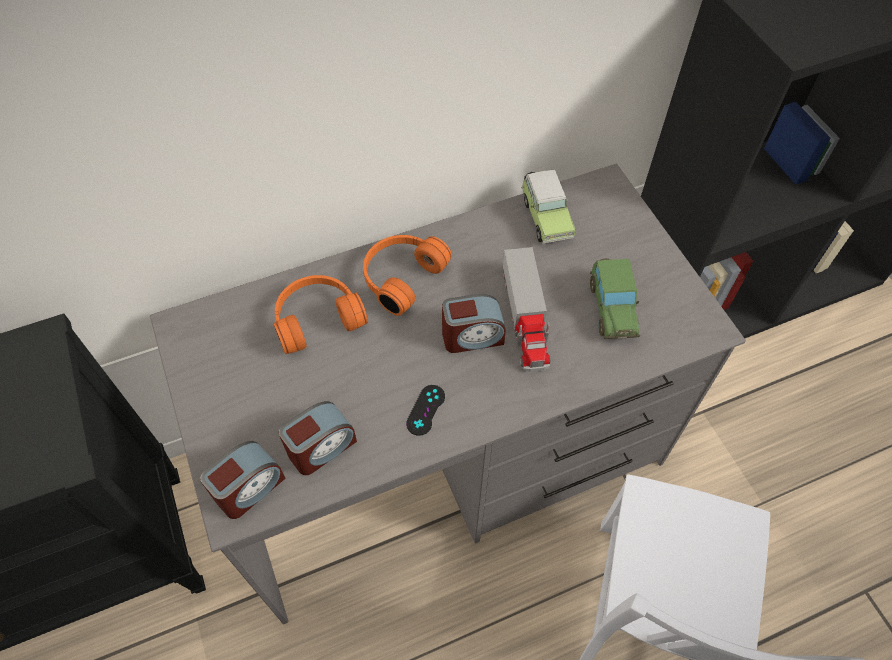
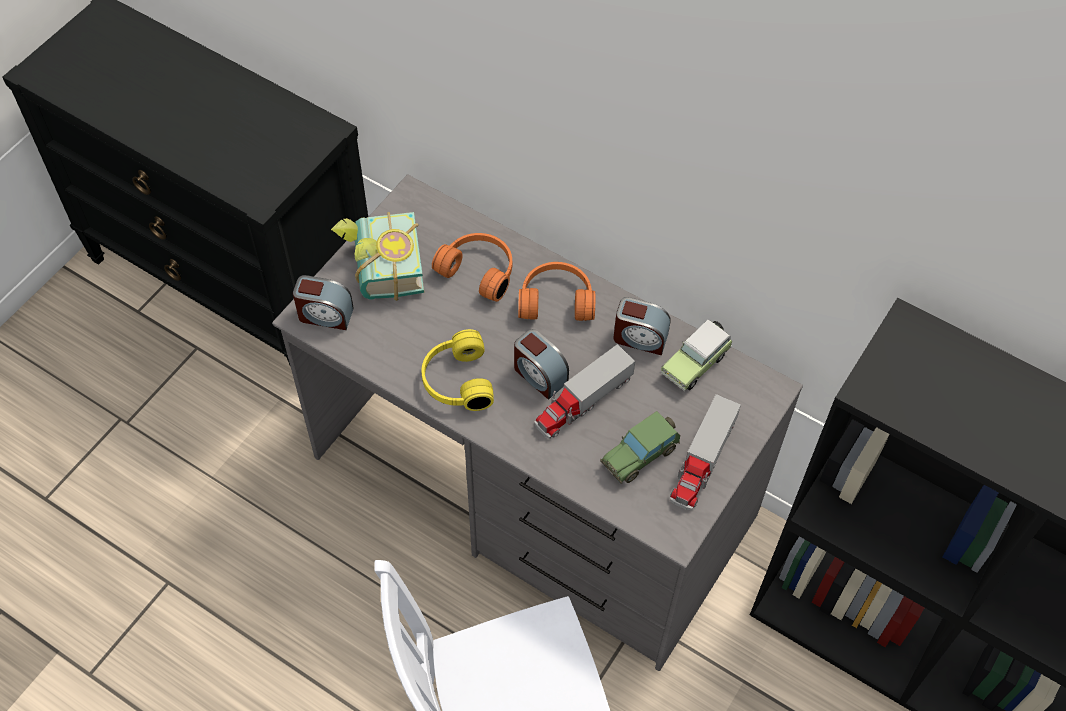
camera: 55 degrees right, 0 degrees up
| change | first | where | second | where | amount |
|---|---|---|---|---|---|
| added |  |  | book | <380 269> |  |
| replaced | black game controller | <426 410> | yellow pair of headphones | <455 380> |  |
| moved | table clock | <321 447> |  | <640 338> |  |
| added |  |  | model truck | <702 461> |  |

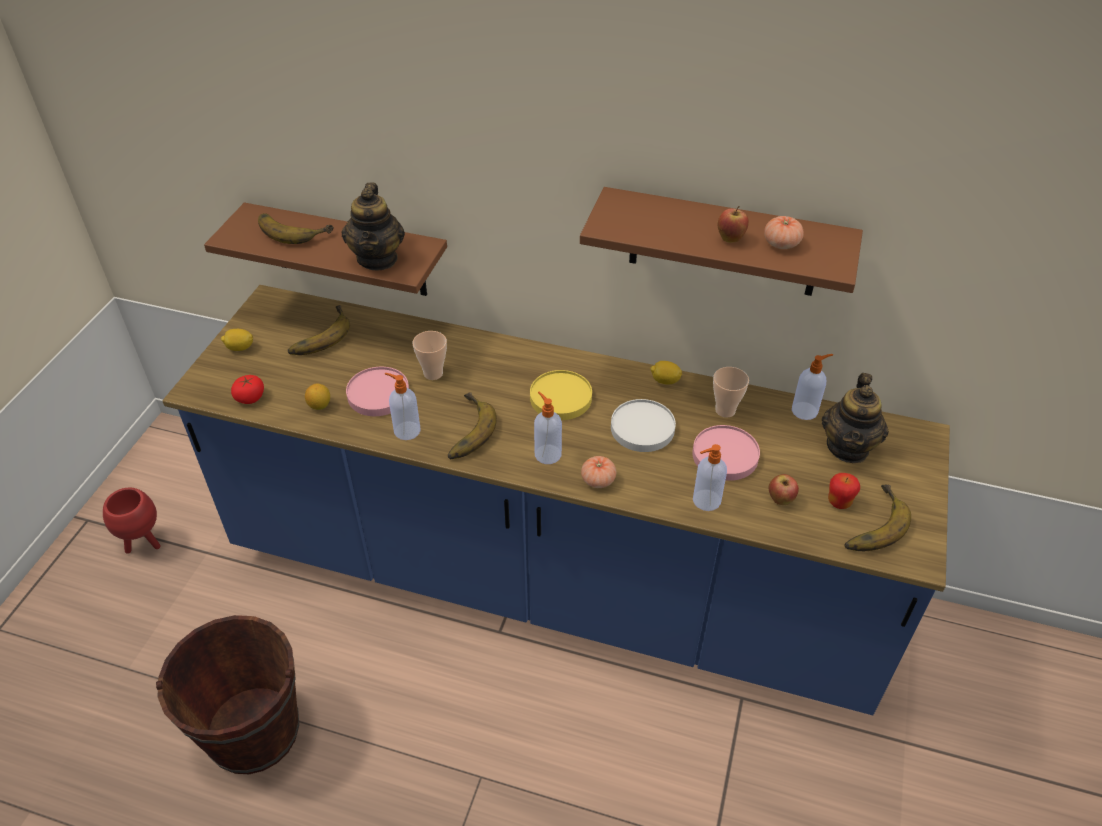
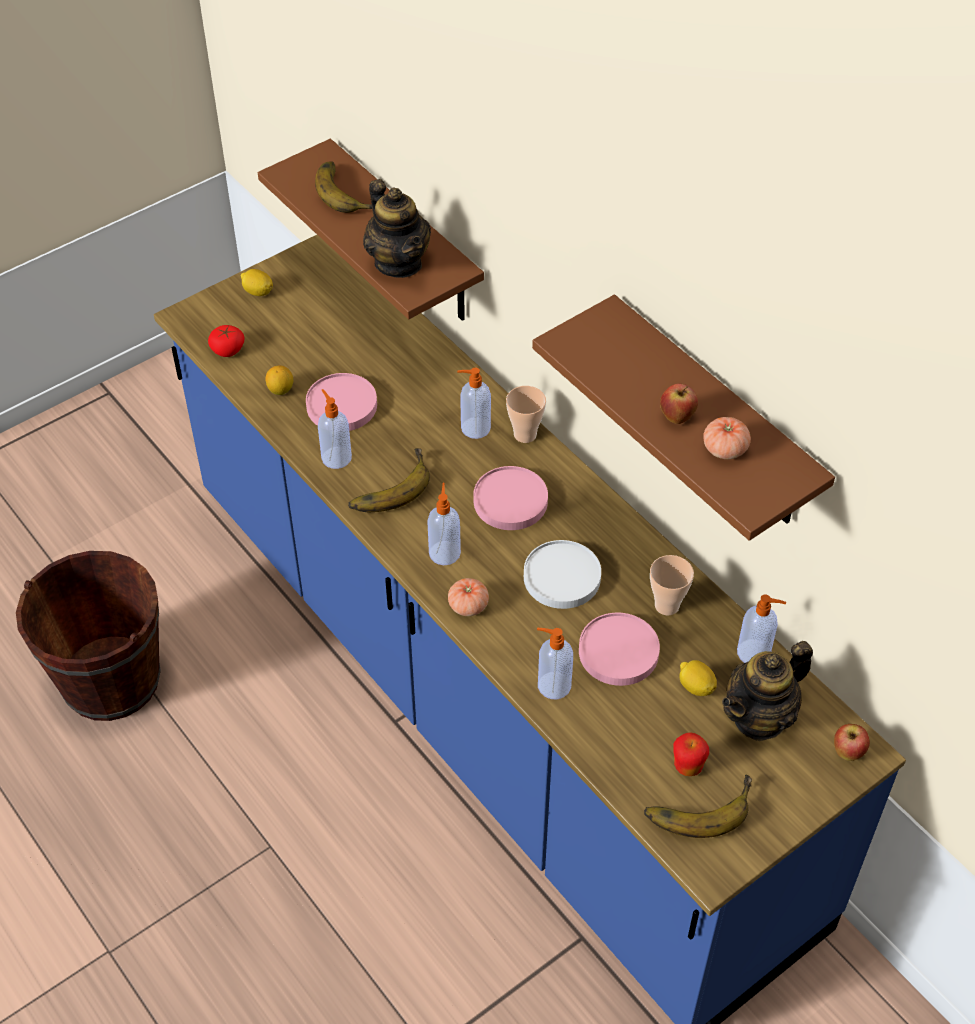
camera: 35 degrees right, 5 degrees up
| change | first | where | second | where | amount |
|---|---|---|---|---|---|
| turned | teapot | <378 258> |  | <398 263> | 60 degrees counterclockwise |
| added |  |  | soap bottle | <474 428> |  |
| recoloured | yellow flat dish | <560 397> | pinkish flat dish | <510 501> |  |
| moved | drinking cup | <433 373> |  | <525 434> |  |
| moved | citrus fruit | <665 381> |  | <696 687> |  |
| moved | apple fruit | <780 500> |  | <847 753> |  |
| removed | red-coloured flower pot | <144 543> |  |  |  |
| removed | banana | <318 335> |  |  |  |

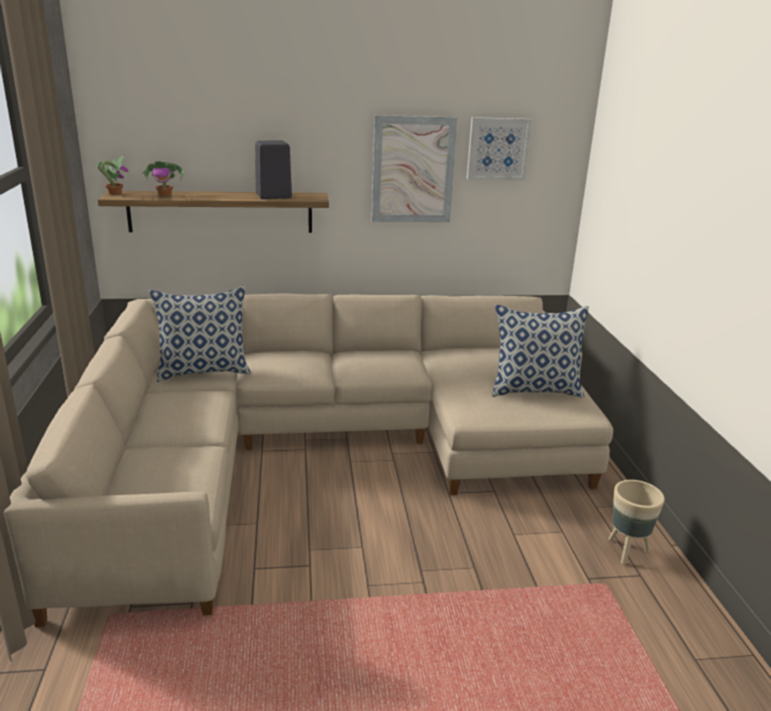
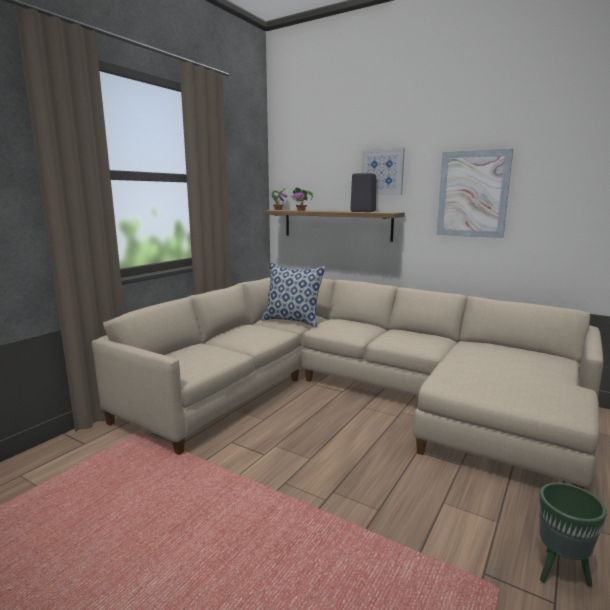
camera: 40 degrees right, 10 degrees down
| change | first | where | second | where | amount |
|---|---|---|---|---|---|
| moved | wall art | <498 149> |  | <382 172> |  |
| recoloured | sand-coloured flower pot | <627 551> | greenish flower pot | <560 573> |  |
| removed | cushion | <535 390> |  |  |  |

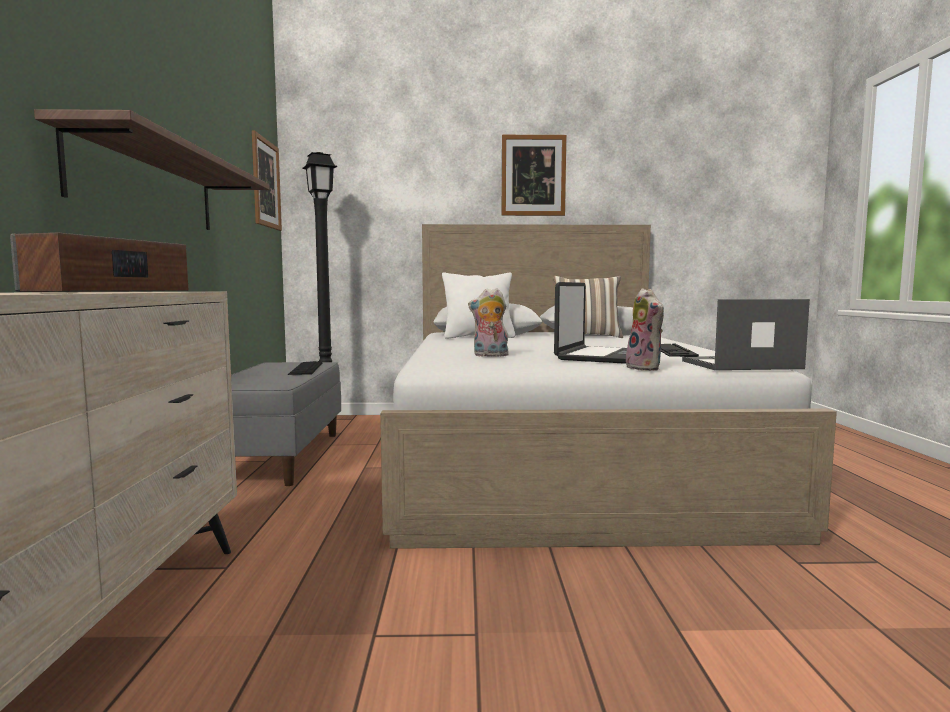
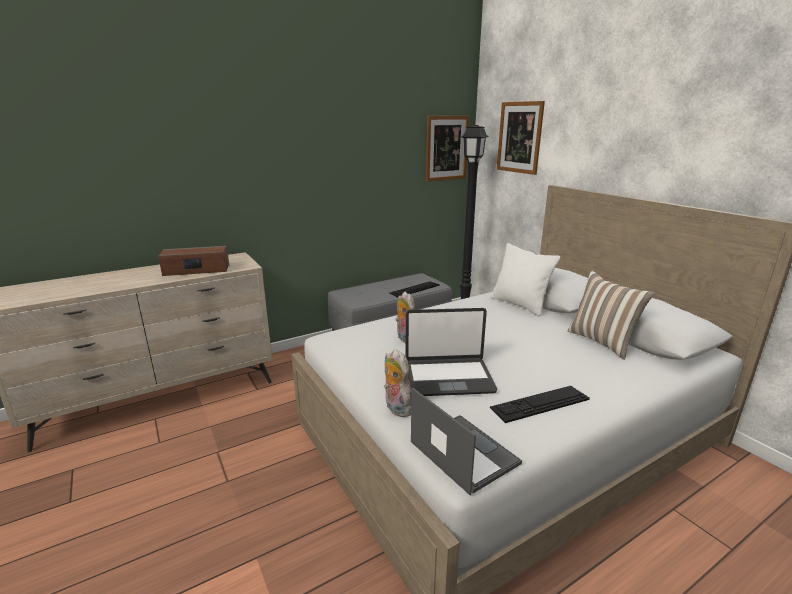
camera: 60 degrees right, 15 degrees up
| change | first | where | second | where | amount |
|---|---|---|---|---|---|
| turned | soft toy | <646 368> |  | <396 408> | 105 degrees clockwise |
| moved | wall art | <533 175> |  | <519 137> |  |
| removed | wall shelf | <149 186> |  |  |  |

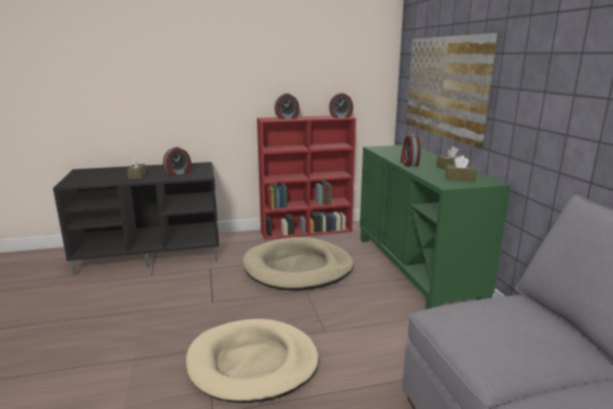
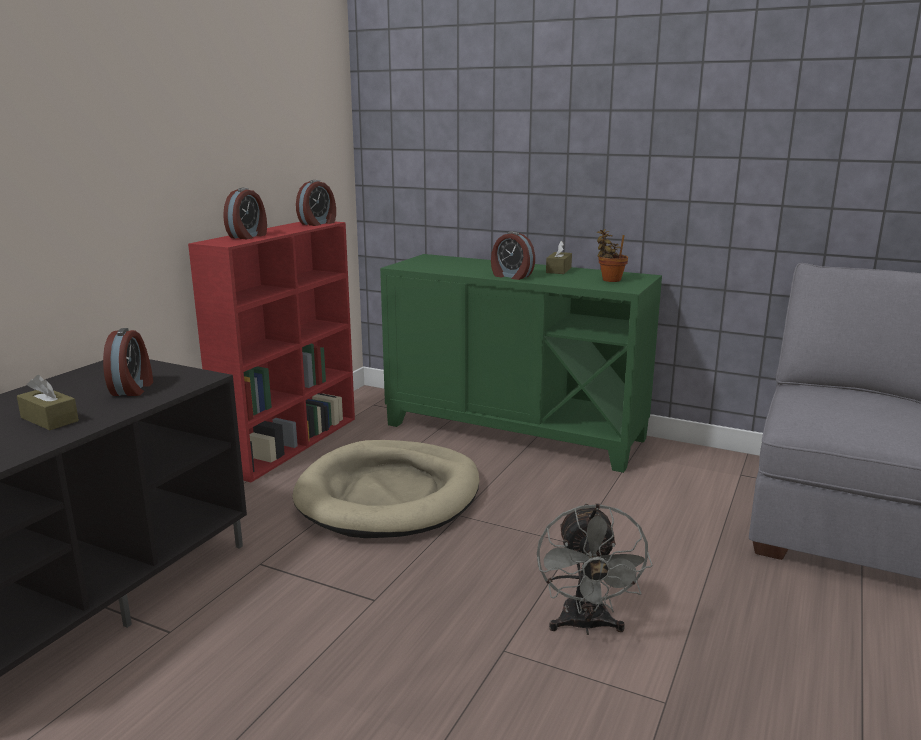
camera: 50 degrees left, 0 degrees up
| change | first | where | second | where | amount |
|---|---|---|---|---|---|
| replaced | sand-coloured pet bed | <253 363> | gray cooling fan | <585 626> |  |
| replaced | brown-coloured tissue holder | <459 178> | houseplant | <609 279> |  |
| removed | wall art | <446 87> |  |  |  |

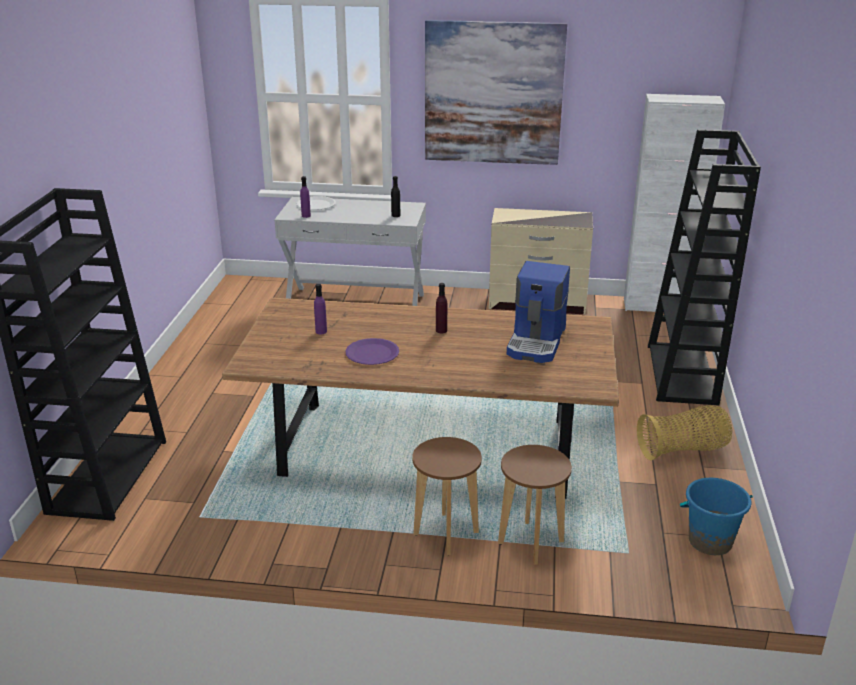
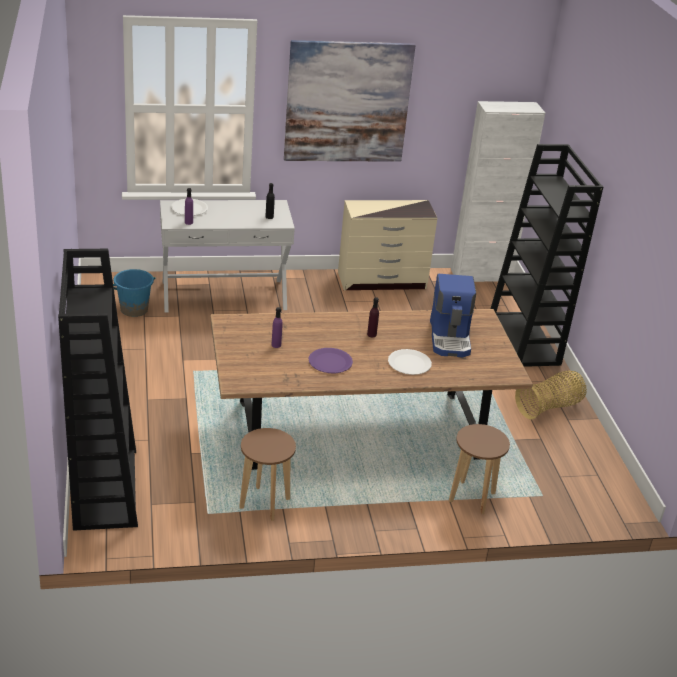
camera: 20 degrees left, 5 degrees up
| change | first | where | second | where | amount |
|---|---|---|---|---|---|
| moved | bluish bucket | <710 541> |  | <134 310> |  |
| moved | brown-coloured stool | <445 534> |  | <264 504> |  |
| added |  |  | white flat dish | <409 363> |  |

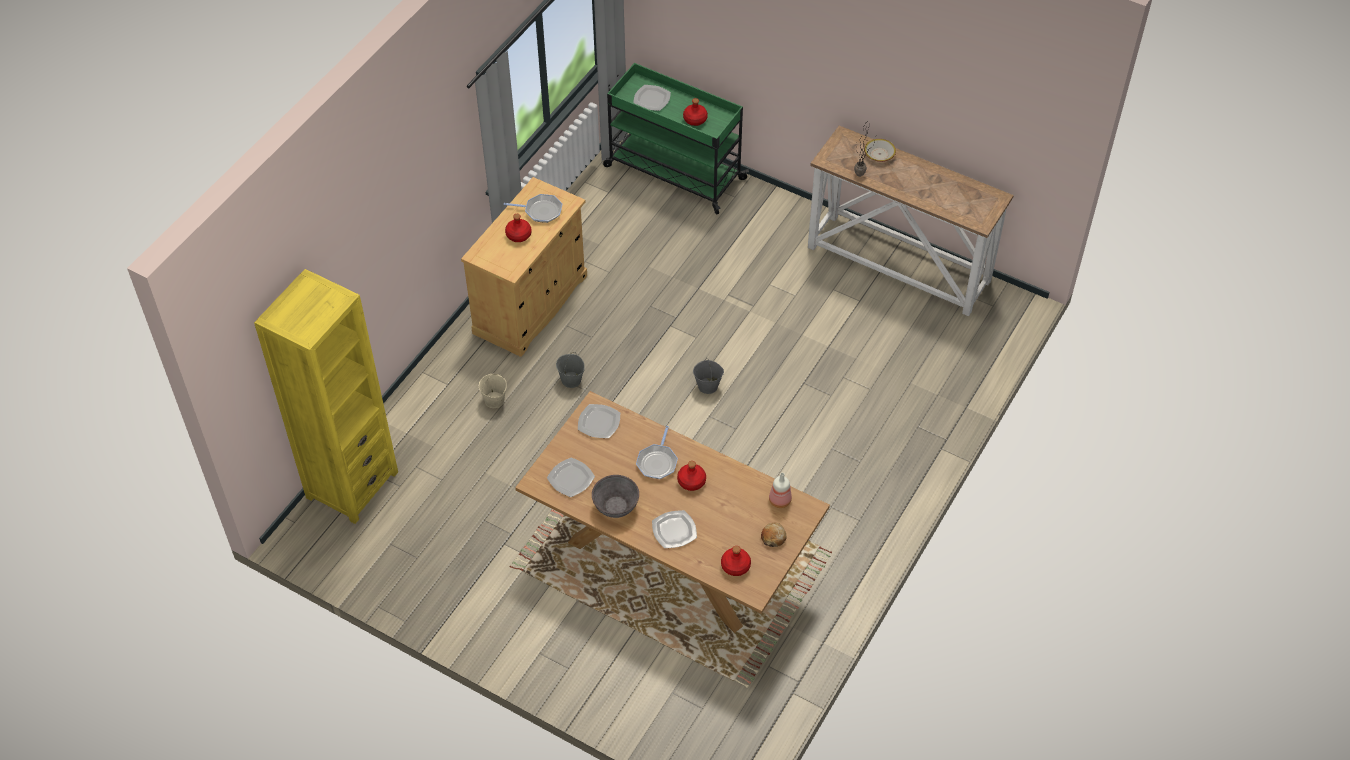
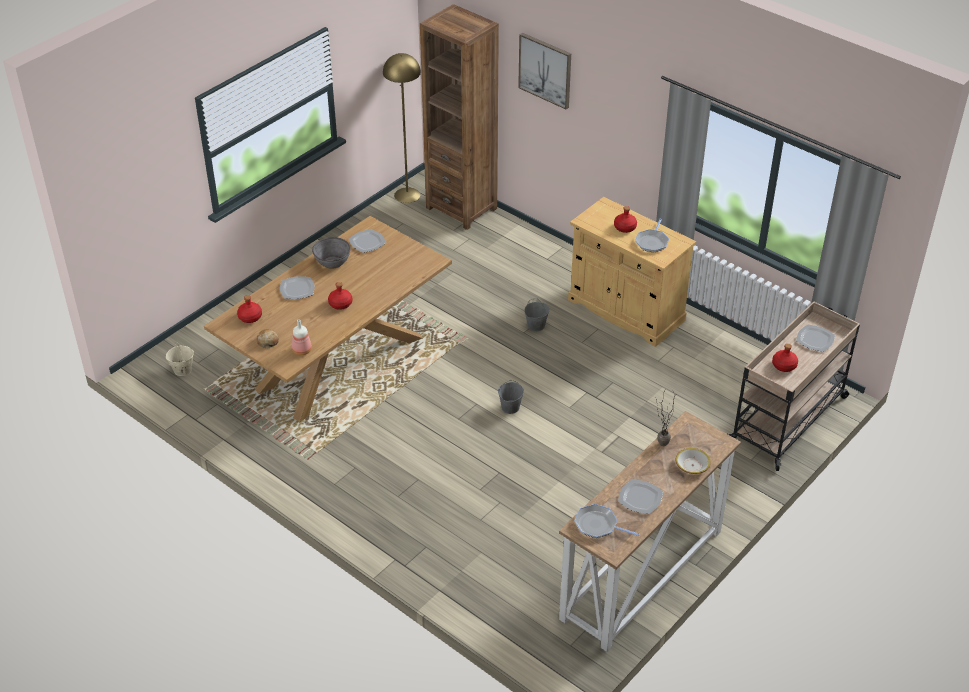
camera: 100 degrees right, 10 degrees down
| change | first | where | second | where | amount |
|---|---|---|---|---|---|
| moved | sand-coloured bucket | <494 400> |  | <182 370> |  |
| added |  |  | yellow floor lamp | <407 195> |  |
| recoloured | yellow bookcase | <352 484> | brown-coloured bookcase | <461 208> |  |
| added |  |  | wall art | <545 70> |  |
| moved | skillet | <657 462> |  | <598 525> |  |
| moved | flat dish | <599 423> |  | <640 498> |  |
| recoloured | greenish wheeled cart | <673 172> | sand-coloured wheeled cart | <788 419> |  |

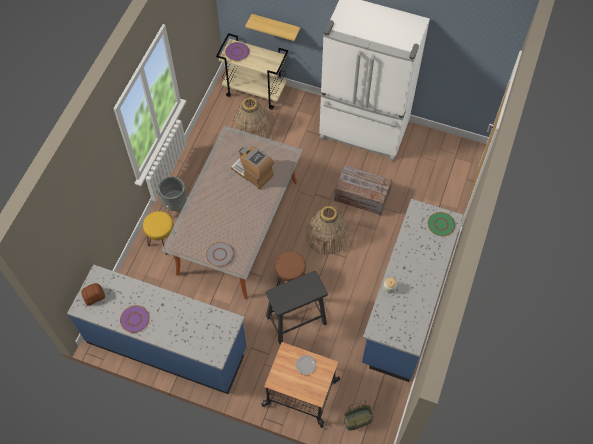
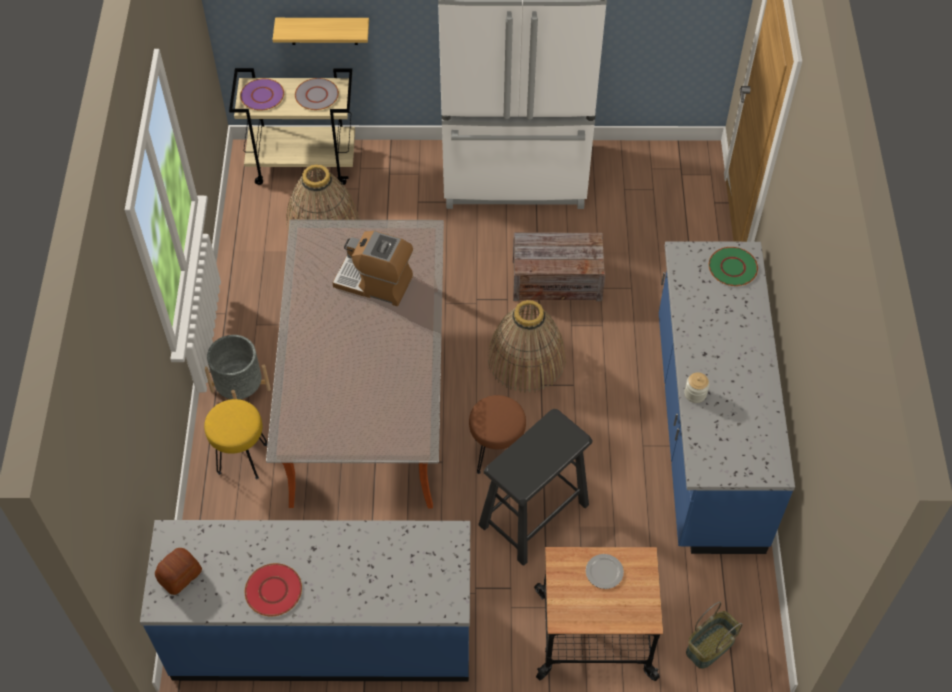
camera: 20 degrees left, 5 degrees down
| change | first | where | second | where | amount |
|---|---|---|---|---|---|
| recoloured | purplish flat dish | <135 319> | red-coloured flat dish | <274 590> |  |
| moved | gray flat dish | <220 254> |  | <317 95> |  |

